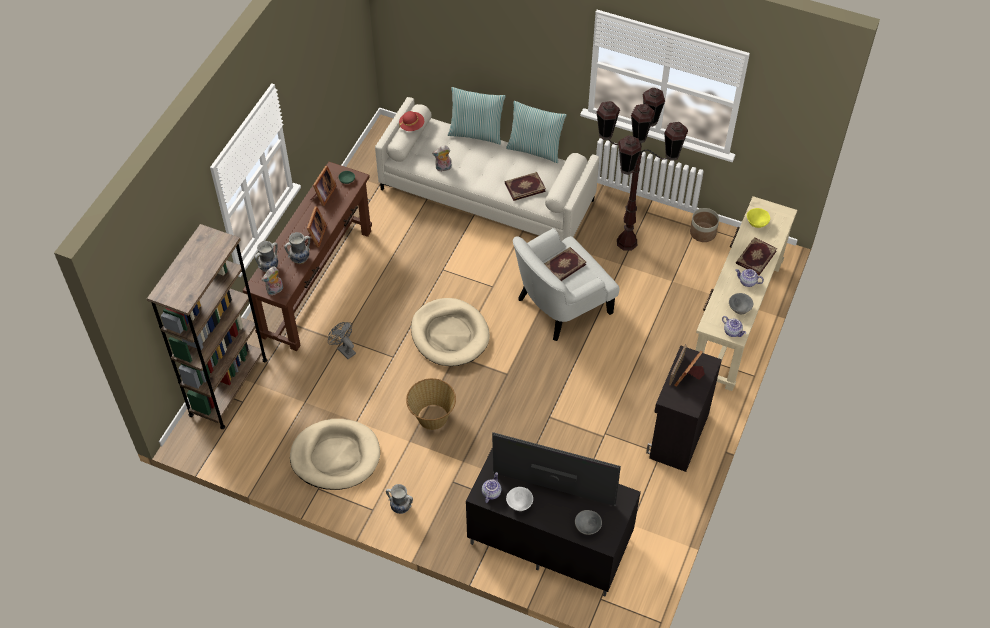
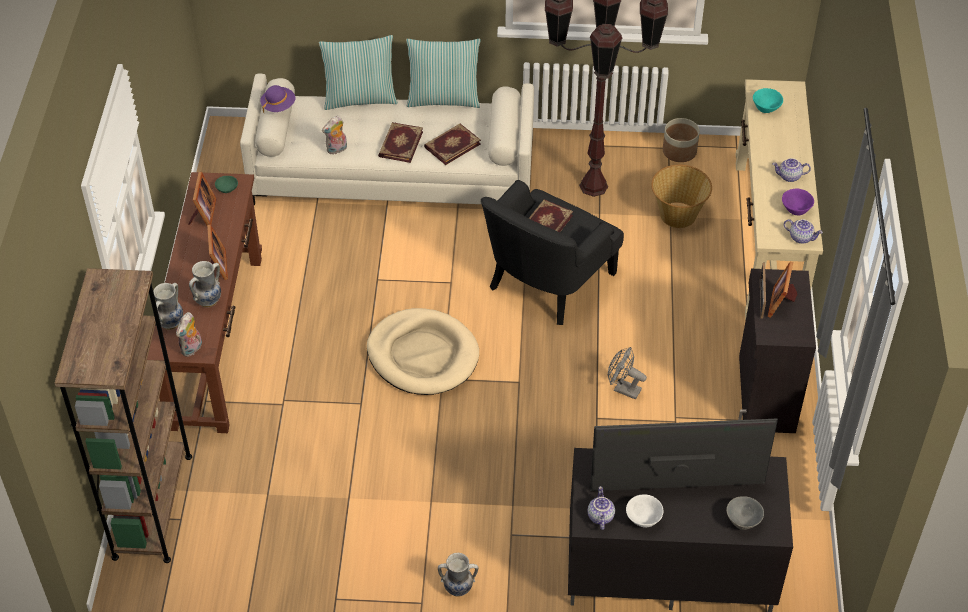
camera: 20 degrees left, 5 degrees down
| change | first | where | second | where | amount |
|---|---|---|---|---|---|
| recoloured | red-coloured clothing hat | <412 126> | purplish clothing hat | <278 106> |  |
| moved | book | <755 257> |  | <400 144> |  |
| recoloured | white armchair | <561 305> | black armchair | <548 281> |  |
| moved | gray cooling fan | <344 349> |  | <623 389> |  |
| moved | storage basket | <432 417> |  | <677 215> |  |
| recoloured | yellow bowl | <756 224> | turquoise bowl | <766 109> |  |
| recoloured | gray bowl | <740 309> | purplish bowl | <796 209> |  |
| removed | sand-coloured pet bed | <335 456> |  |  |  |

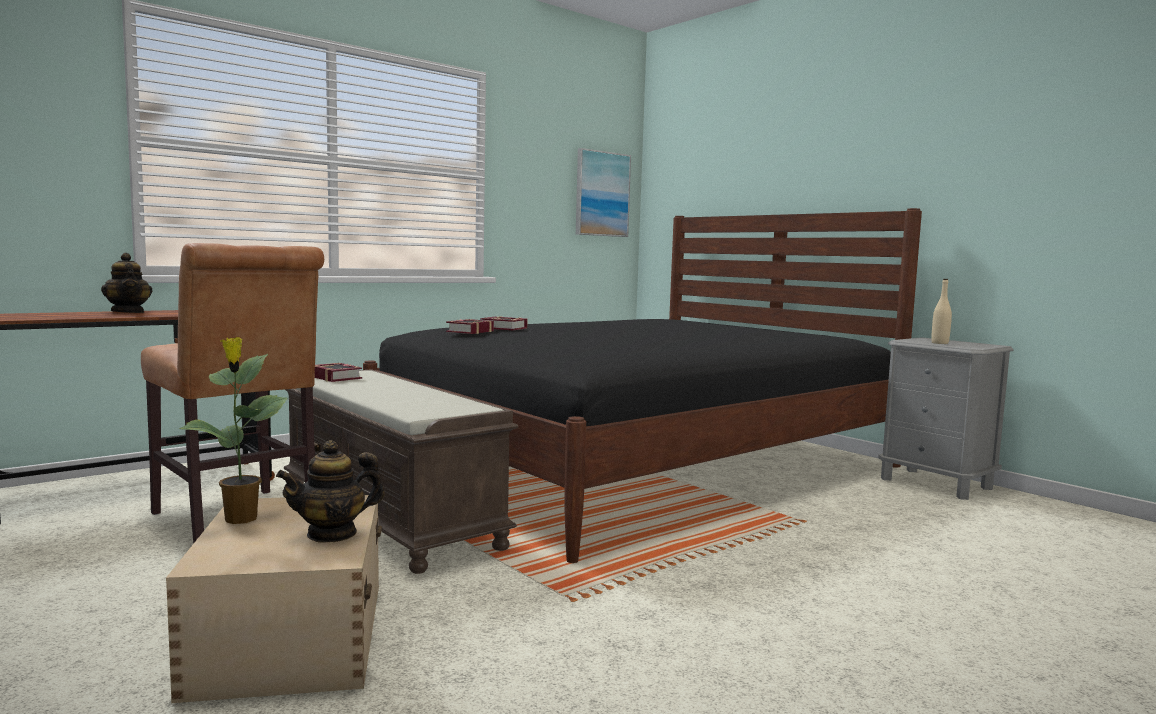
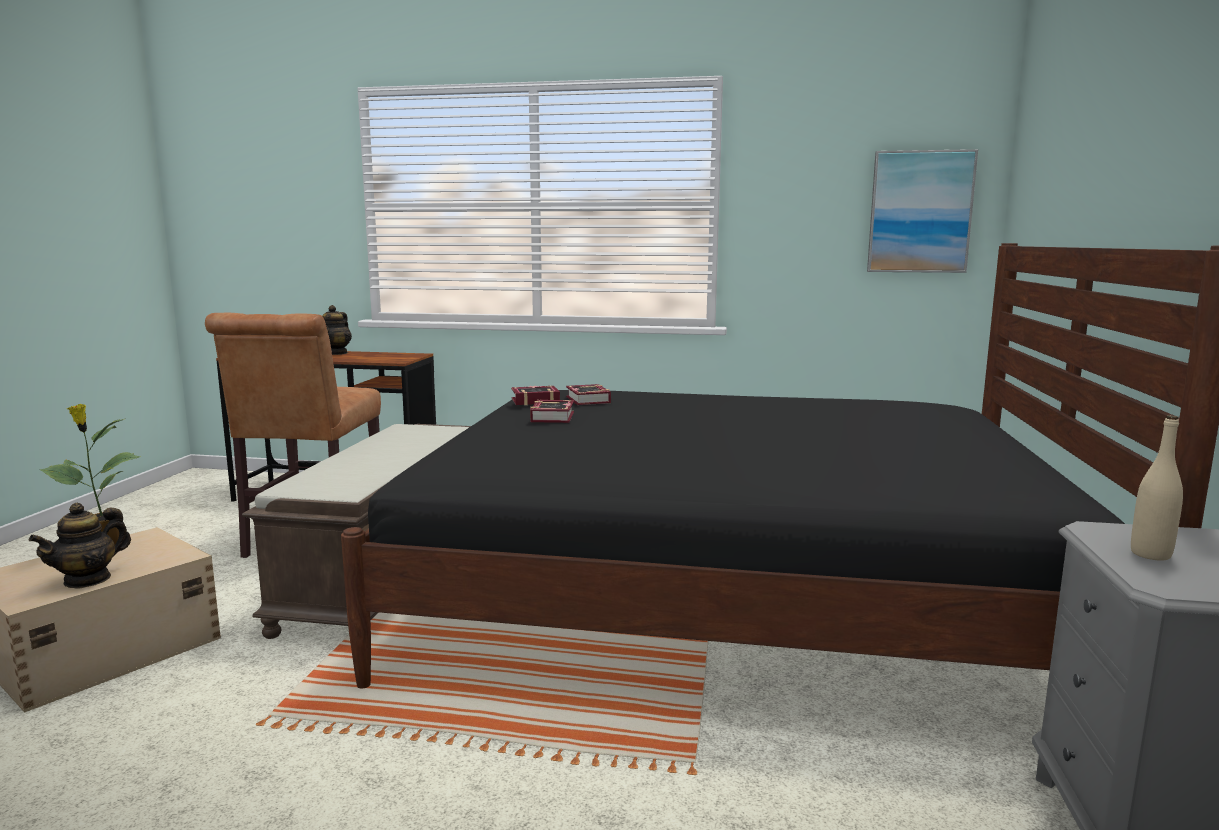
camera: 50 degrees right, 5 degrees up
| change | first | where | second | where | amount |
|---|---|---|---|---|---|
| turned | teapot | <332 534> |  | <88 579> | 75 degrees counterclockwise |
| moved | book | <335 377> |  | <554 416> |  |

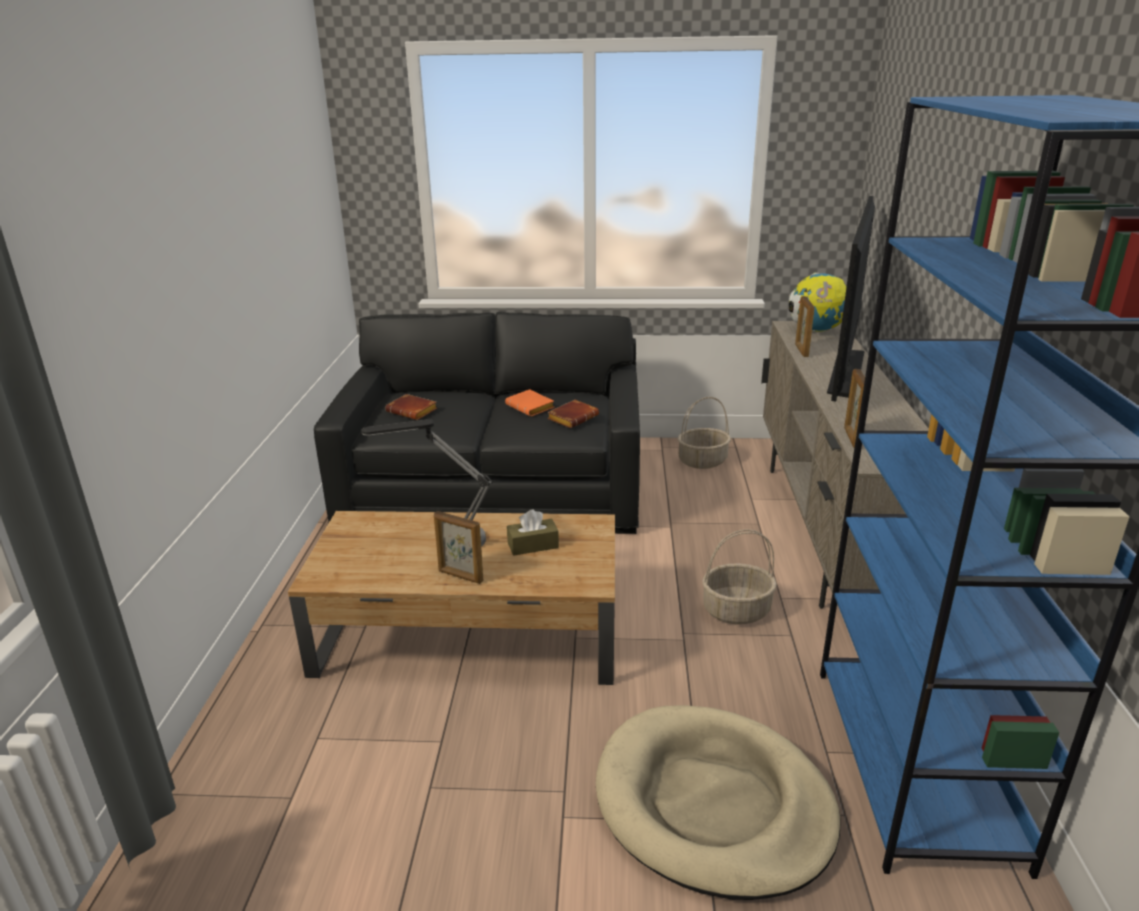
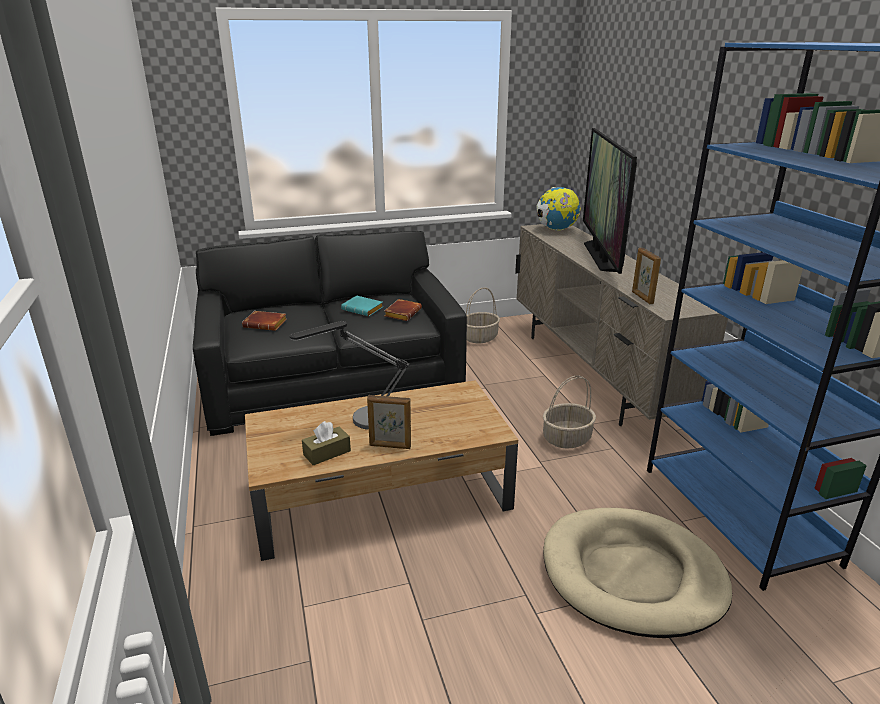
camera: 20 degrees left, 0 degrees up
| change | first | where | second | where | amount |
|---|---|---|---|---|---|
| moved | brown-coloured tissue holder | <533 545> |  | <327 453> |  |
| recoloured | orange-coloured book | <531 407> | turquoise book | <364 309> |  |
| removed | standing frame | <801 351> |  |  |  |

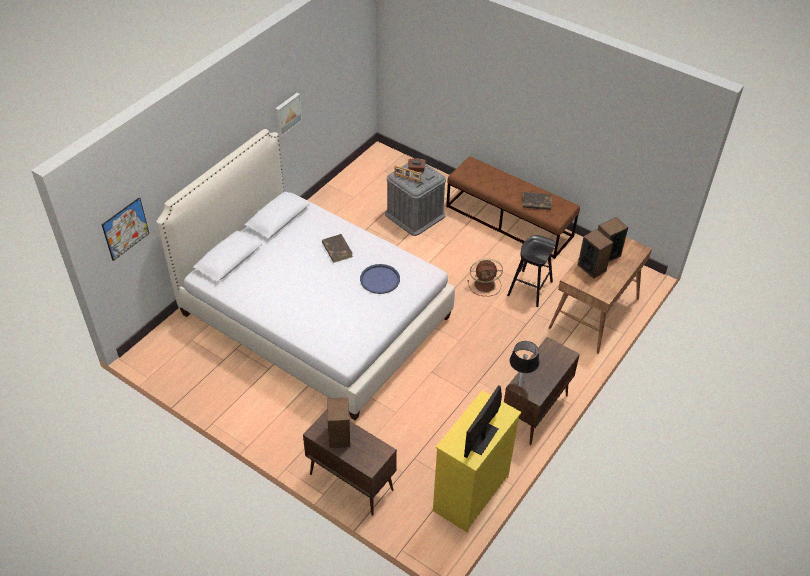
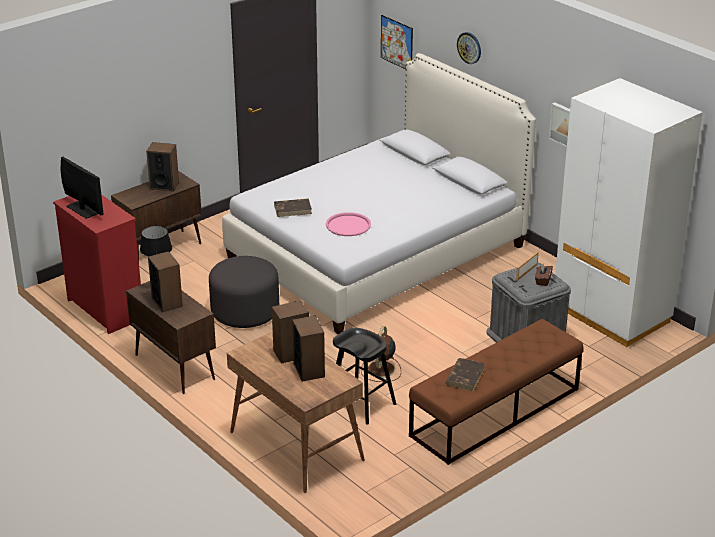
camera: 105 degrees right, 15 degrees down
| change | first | where | second | where | amount |
|---|---|---|---|---|---|
| recoloured | yellow drawer chest | <470 494> | red-coloured drawer chest | <105 309> |  |
| added |  |  | loudspeaker | <167 302> |  |
| added |  |  | gray pouffe | <245 311> |  |
| moved | brown-coloured book | <337 249> |  | <293 209> |  |
| recoloured | bluish serving tray | <380 279> | pinkish serving tray | <348 225> |  |
| added |  |  | wall clock | <469 47> |  |
| added |  |  | white wardrobe | <611 315> |  |

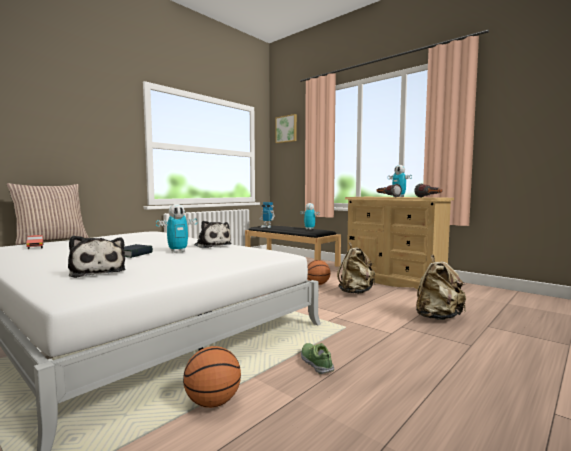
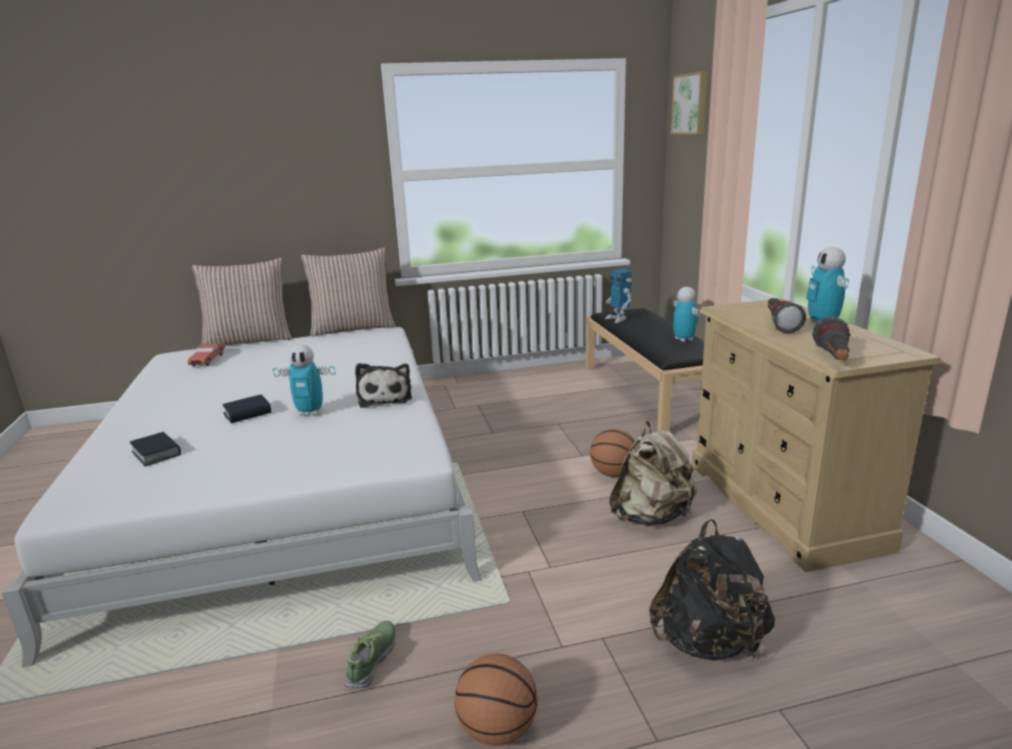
camera: 35 degrees right, 15 degrees up
| change | first | where | second | where | amount |
|---|---|---|---|---|---|
| replaced | soft toy | <97 272> | book | <156 453> |  |
| added |  |  | cushion | <353 328> |  |
| moved | basketball ball | <213 402> |  | <497 729> |  |
| recoloured | sand-coloured backpack | <438 317> | black backpack | <708 642> |  |

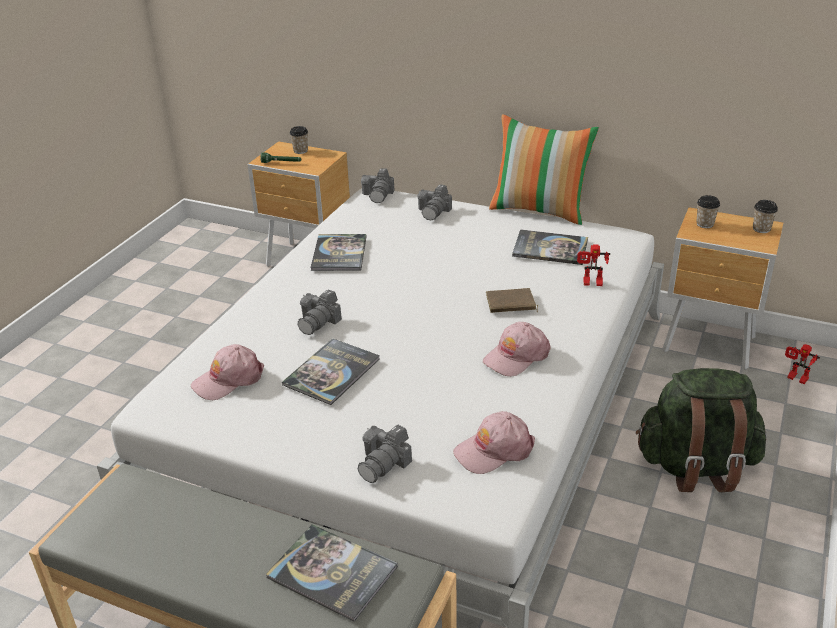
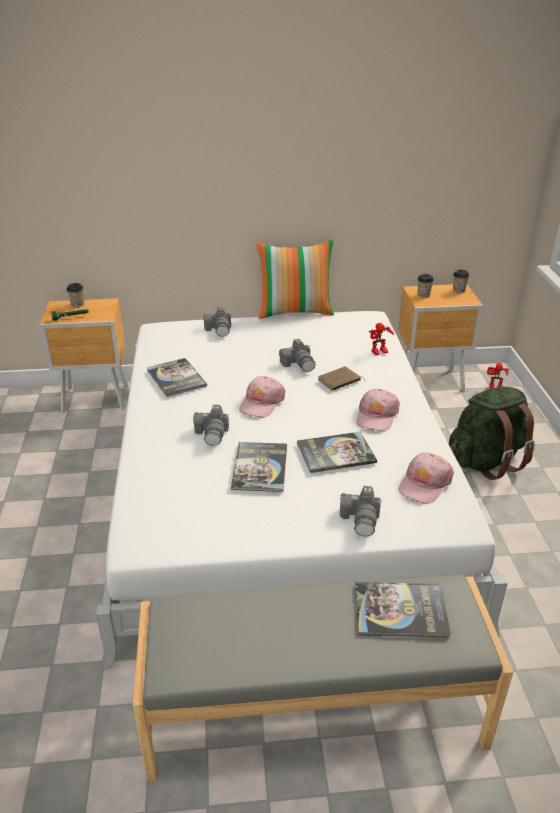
camera: 30 degrees left, 0 degrees up
| change | first | where | second | where | amount |
|---|---|---|---|---|---|
| moved | pinkish peaked cap | <228 379> |  | <261 403> |  |
| moved | photo camera | <378 195> |  | <299 364> |  |
| moved | book | <550 248> |  | <336 453> |  |

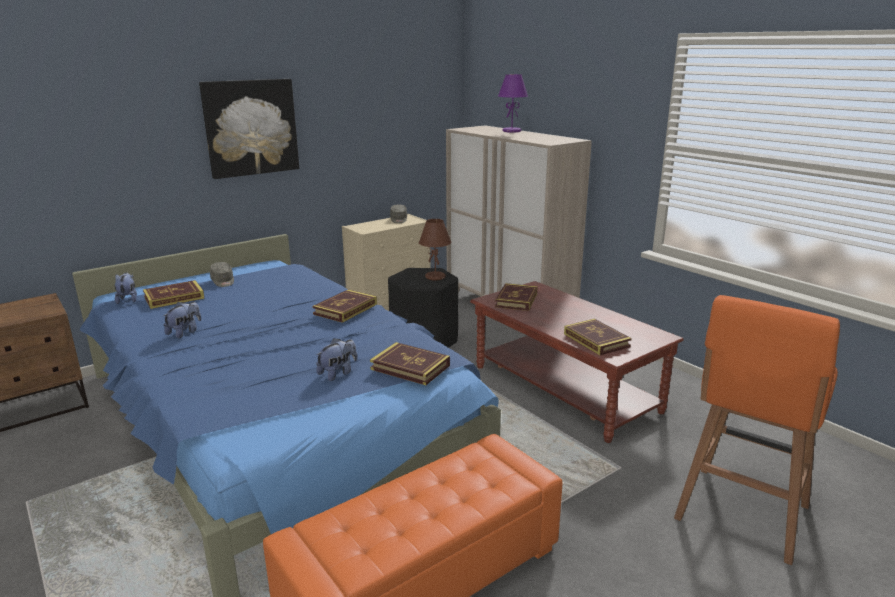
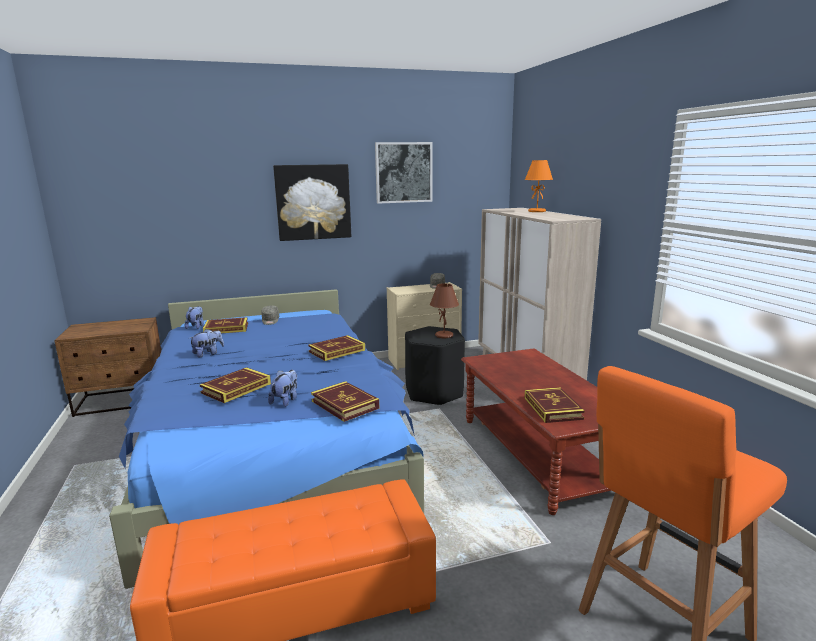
camera: 20 degrees right, 5 degrees down
| change | first | where | second | where | amount |
|---|---|---|---|---|---|
| moved | book | <516 300> |  | <236 388> |  |
| turned | soft toy | <338 373> |  | <285 400> | 45 degrees counterclockwise |
| added |  |  | wall art | <403 172> |  |
| recoloured | purplish table lamp | <511 131> | orange-coloured table lamp | <537 211> |  |

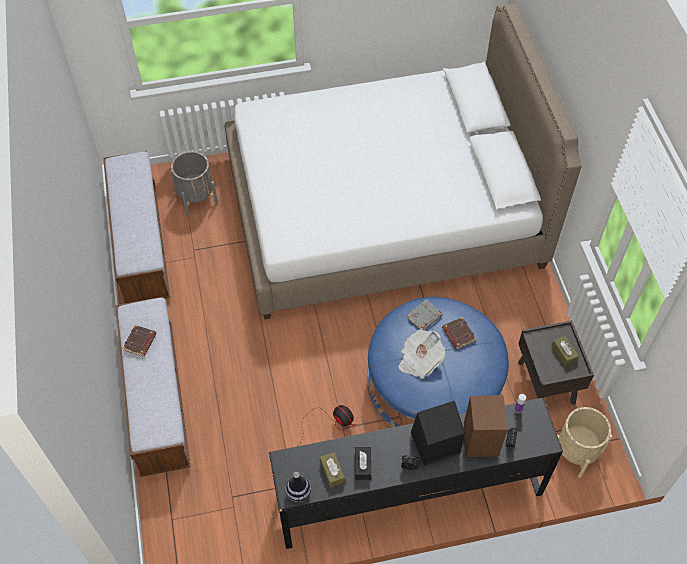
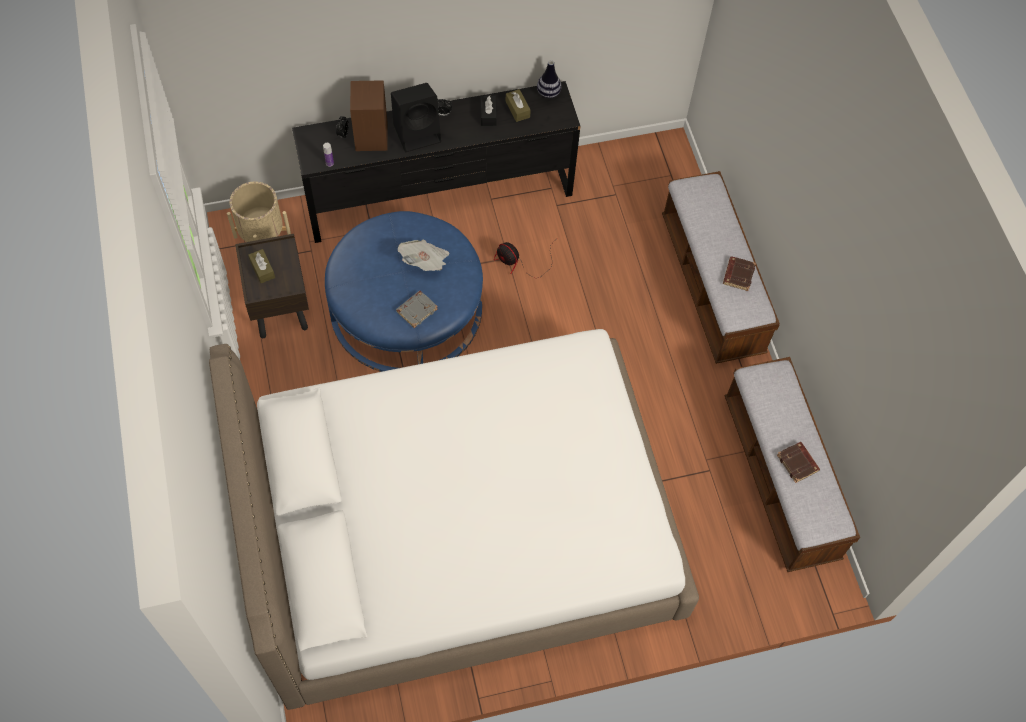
camera: 175 degrees right, 5 degrees up
| change | first | where | second | where | amount |
|---|---|---|---|---|---|
| moved | brown-coloured book | <458 334> |  | <798 463> |  |
| removed | gray flower pot | <196 197> |  |  |  |

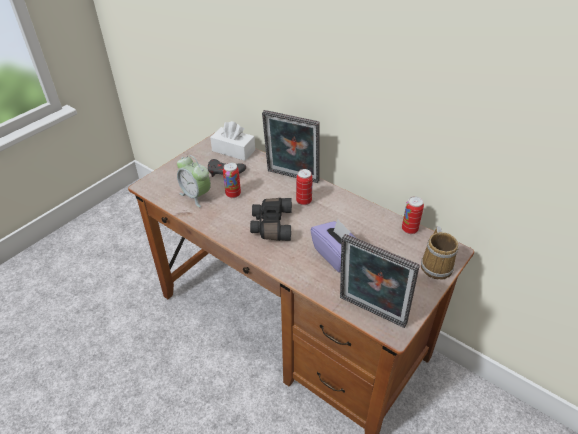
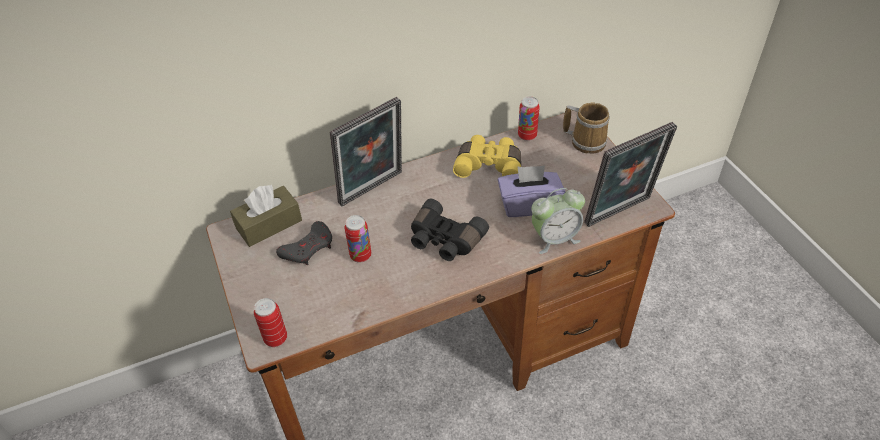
camera: 60 degrees left, 5 degrees up
| change | first | where | second | where | amount |
|---|---|---|---|---|---|
| recoloured | white tissue holder | <233 150> | brown-coloured tissue holder | <269 224> |  |
| moved | metal can | <304 201> |  | <276 338> |  |
| added |  |  | yellow field glasses | <489 165> |  |
| moved | table clock | <196 196> |  | <554 238> |  |

